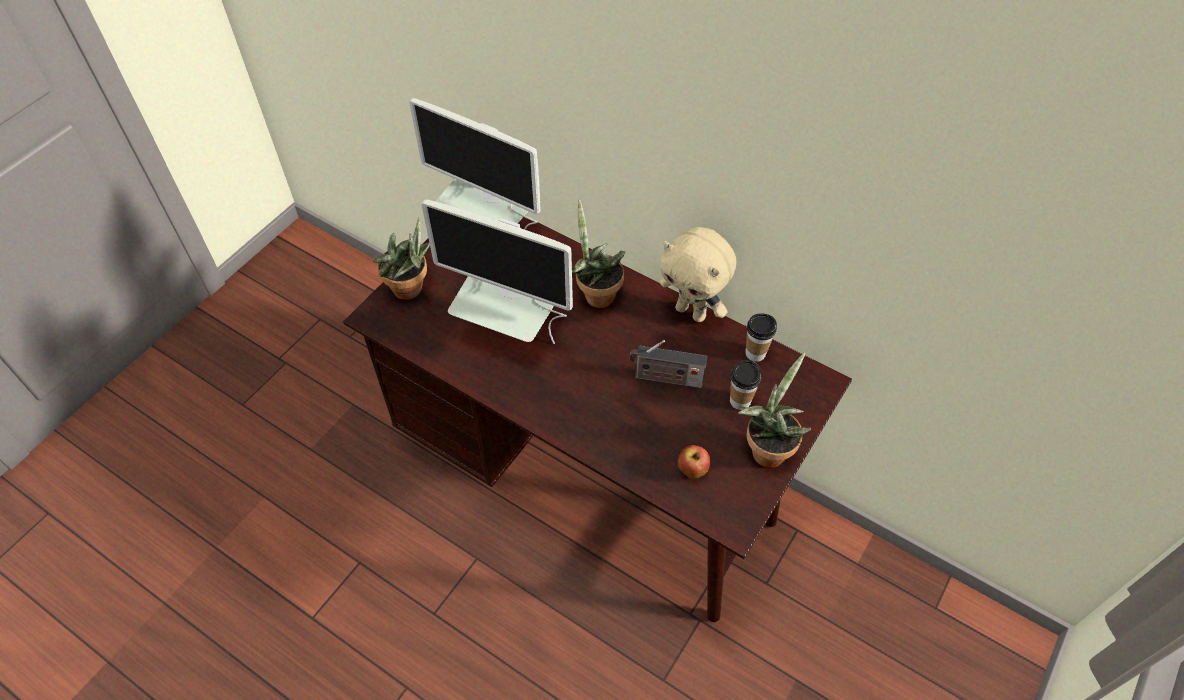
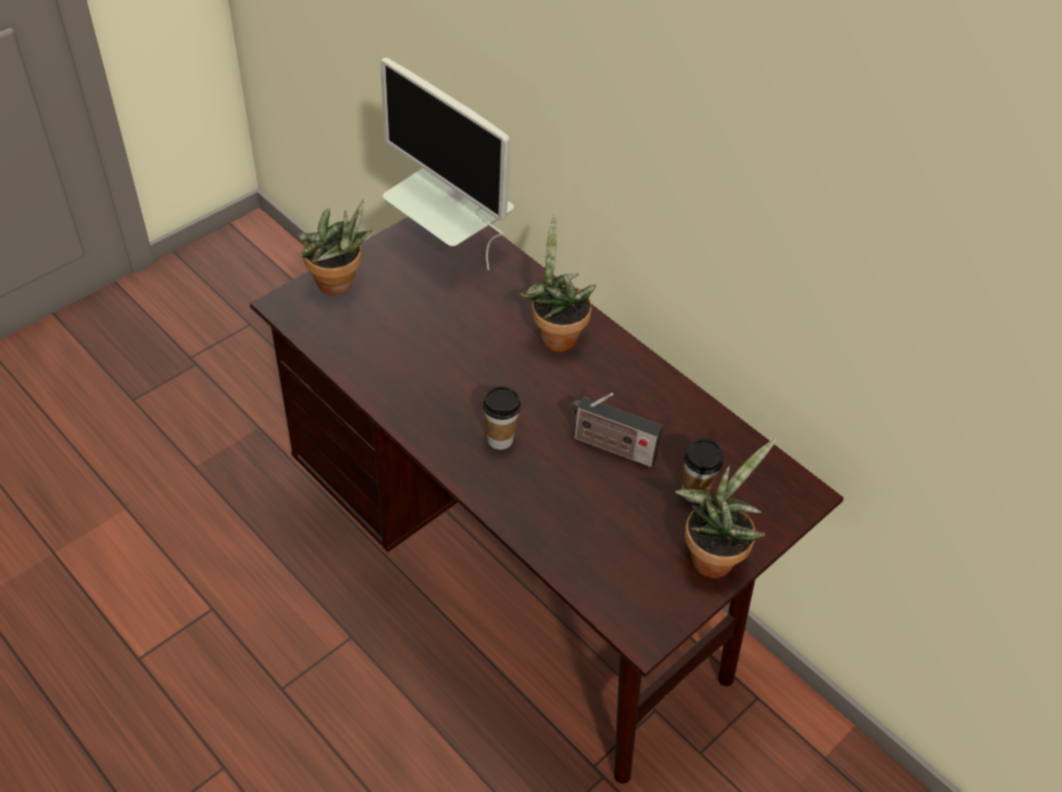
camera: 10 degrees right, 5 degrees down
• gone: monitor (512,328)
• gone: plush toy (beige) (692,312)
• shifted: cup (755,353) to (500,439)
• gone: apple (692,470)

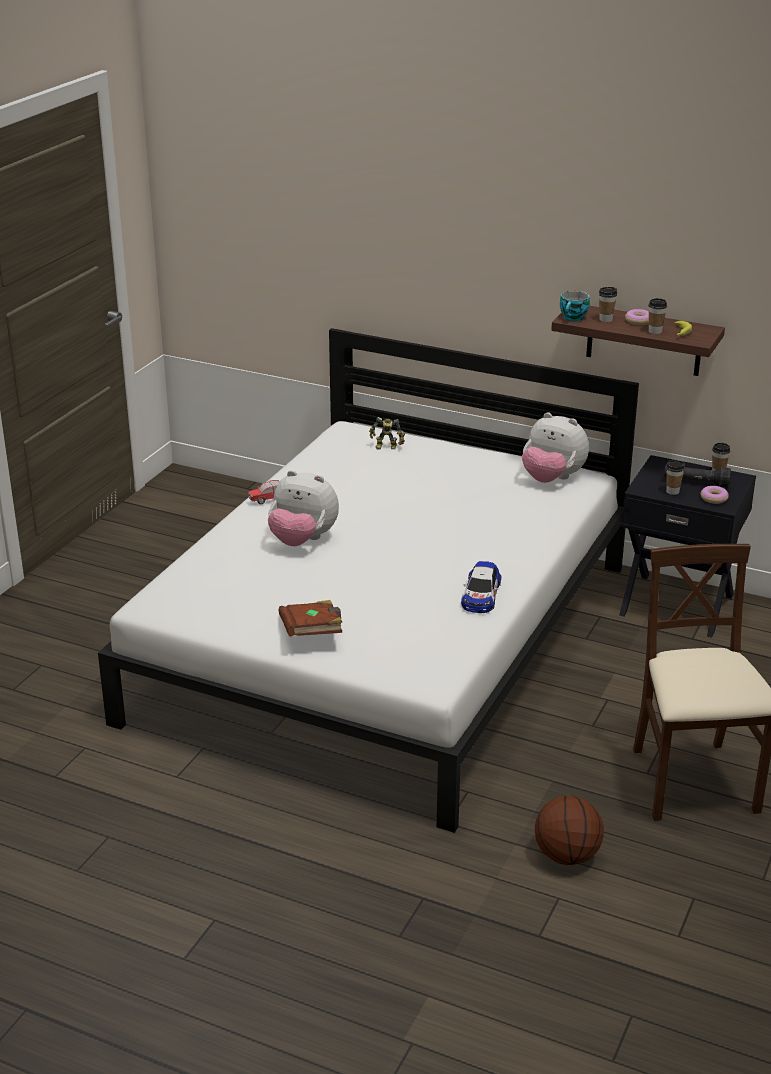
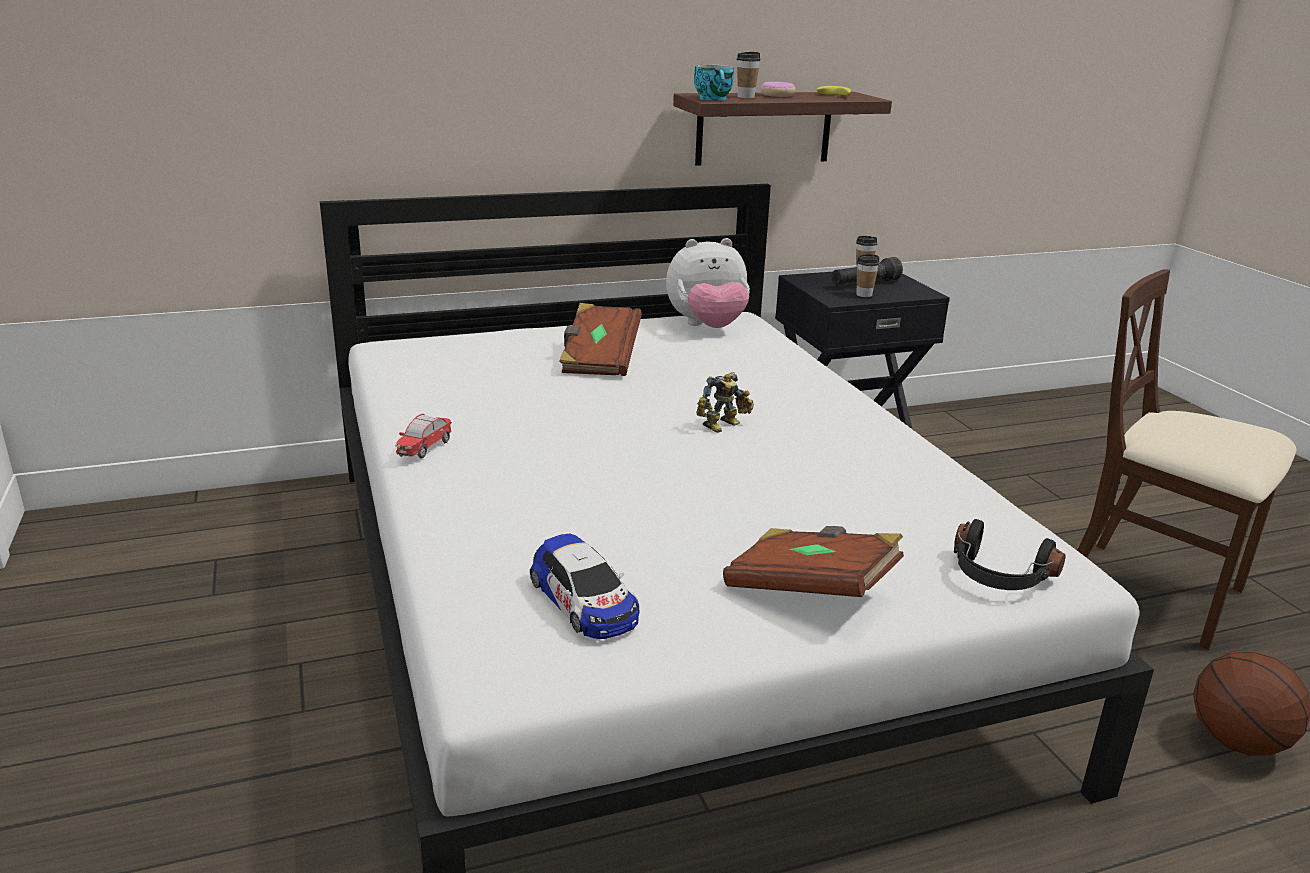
camera: 45 degrees left, 5 degrees down
• gone: cup (655,331)
• shifted: toy robot (387,447) to (724,426)
• gone: plush toy (302,540)
• gone: donut (713,498)
• shifted: toy car (481,595) to (584,601)
• new: book (brown) (599,359)
• new: headphones (black) (998,577)

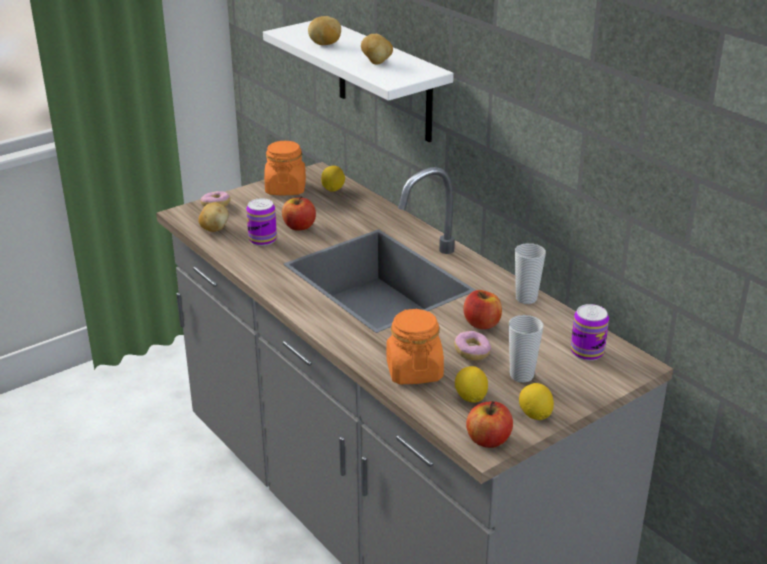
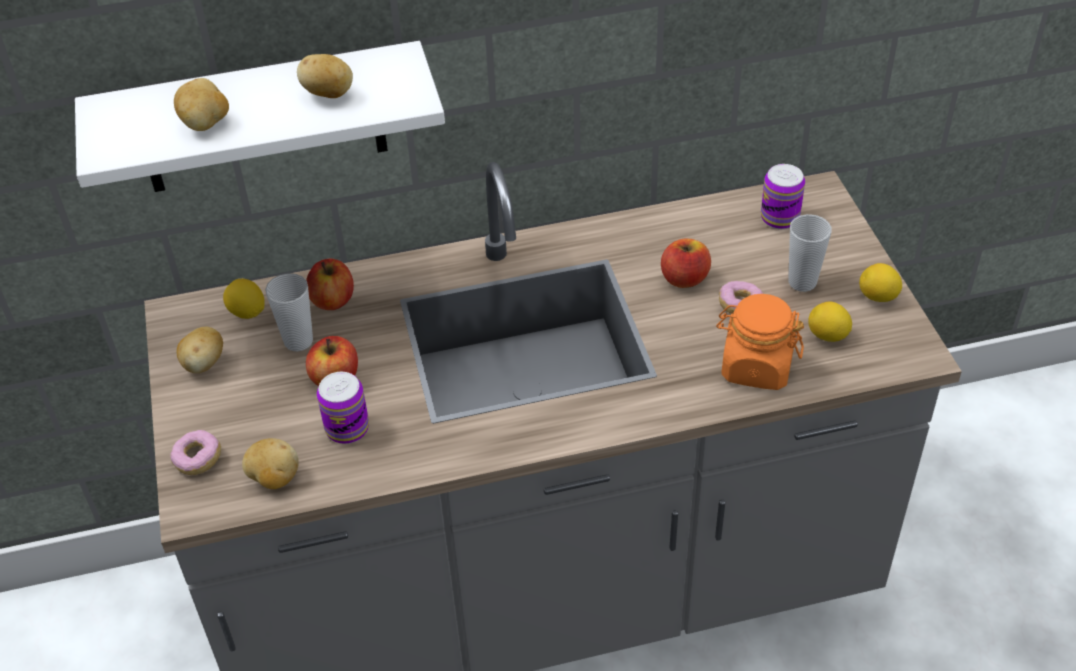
camera: 65 degrees left, 15 degrees up
• swapped: jar (orange) (285,189) to potato (204,364)
• shifted: cup (526,298) to (298,341)
• shifted: apple (488,440) to (333,300)

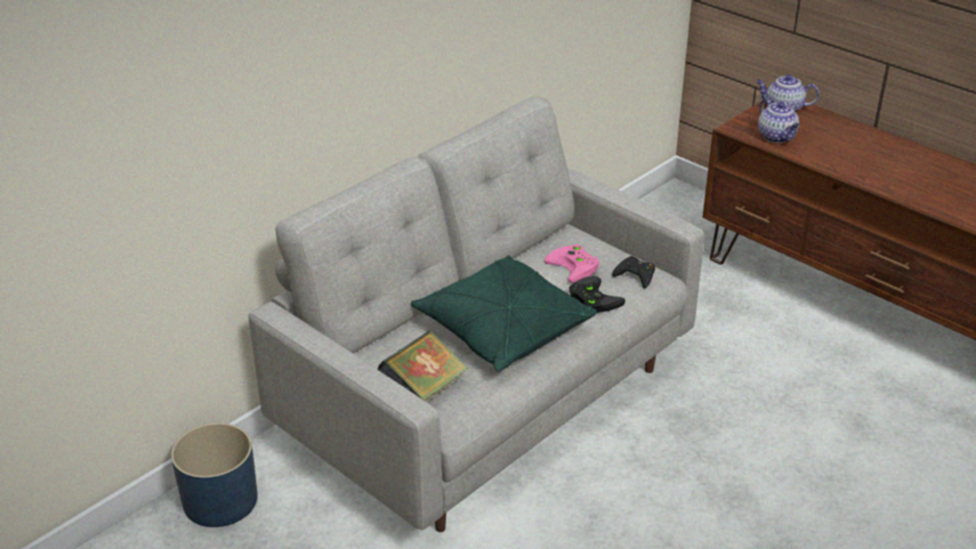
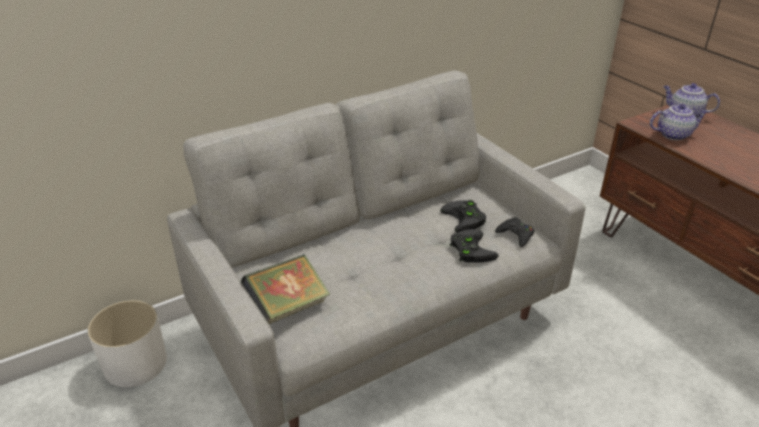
camera: 15 degrees right, 0 degrees up
• rotated: teapot (777,137) = (674,134) 90 degrees counterclockwise
• repainted: game controller (pink) (575,266) to game controller (black) (466,219)
• gone: pillow (green) (502,330)
• repainted: planter (blue) (220,500) to planter (white) (136,363)

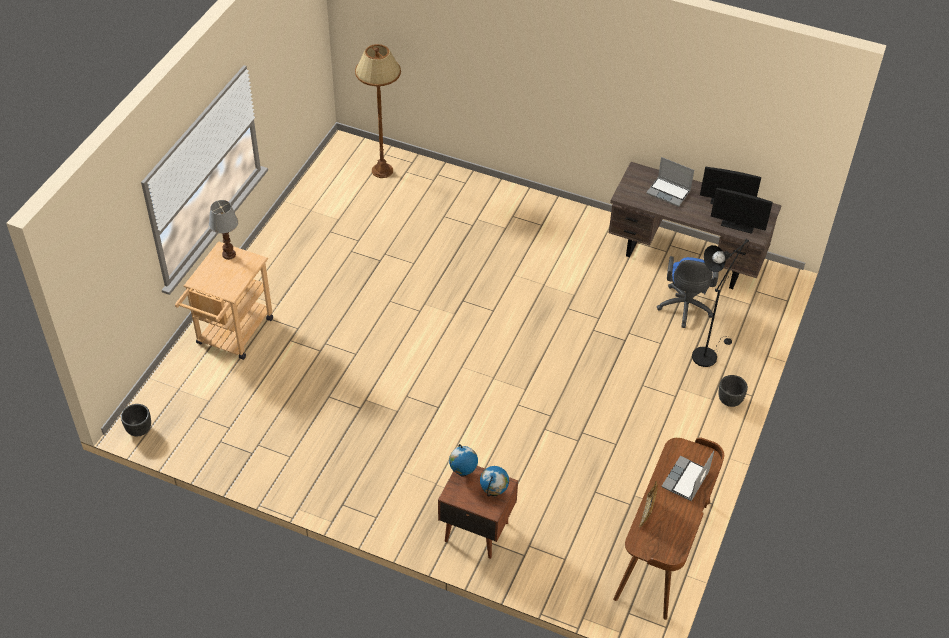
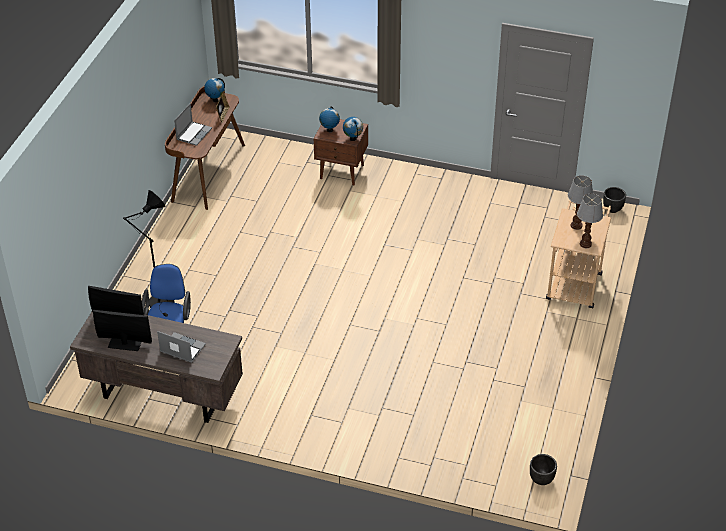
camera: 175 degrees right, 5 degrees down
• gone: floor lamp (brown) (382,170)
• shifted: planter (black) (730,401) to (541,479)
• new: globe (215,100)
• new: table lamp (576,225)

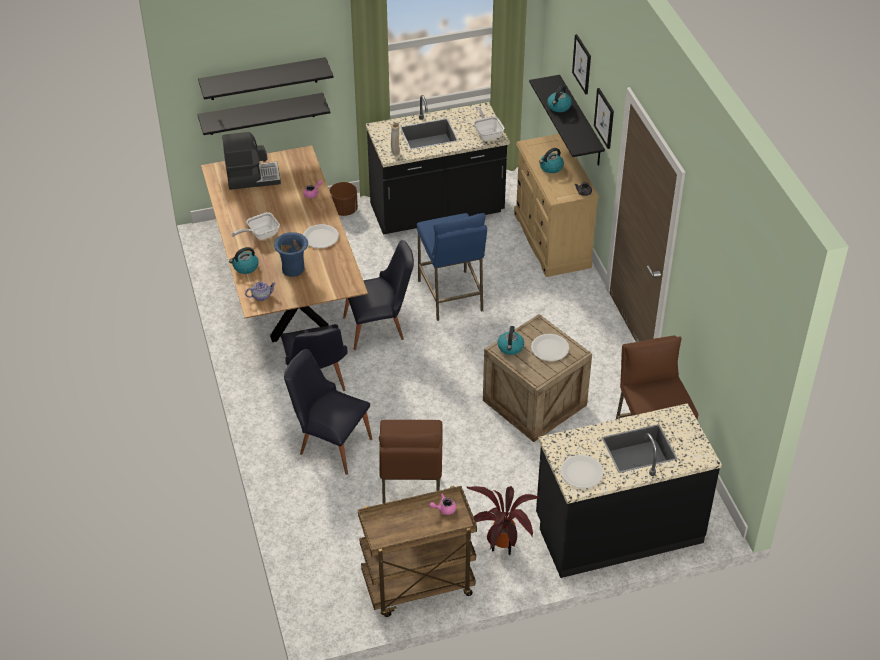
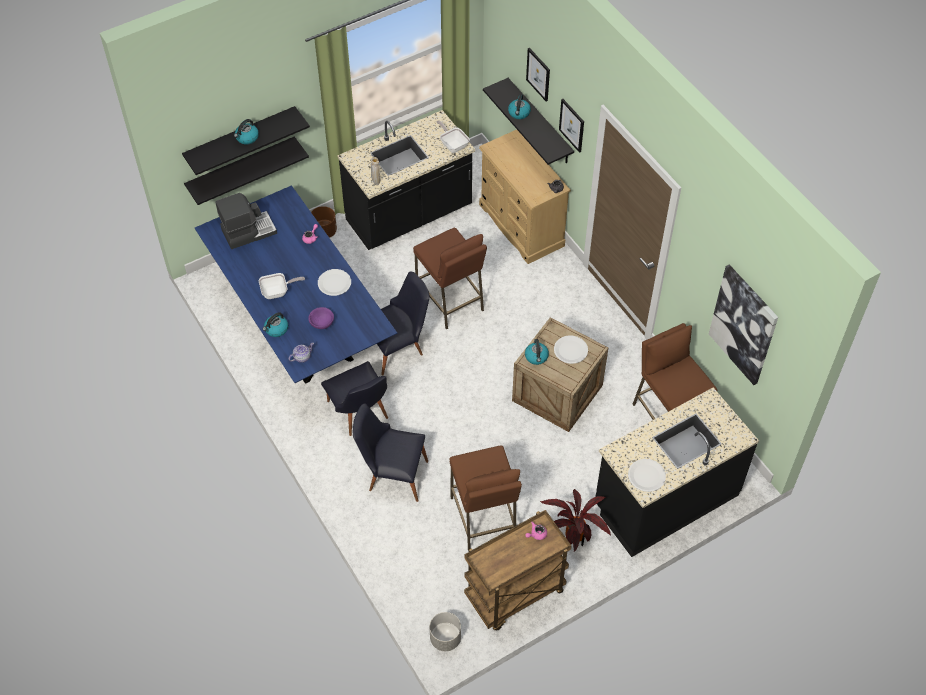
camera: 15 degrees left, 10 degrees up
• repainted: dining table (brown) (287,292) to dining table (blue) (301,329)
• shifted: kettle (551,167) to (247,138)
• rotated: frying pan (260,235) = (278,292) 150 degrees counterclockwise
• repainted: stool (blue) (451,296) to stool (brown) (450,301)
• swapped: vase (blue) (294,270) to bowl (purple) (322,323)
• new: picture (743,324)
• new: planter (grey) (445,638)

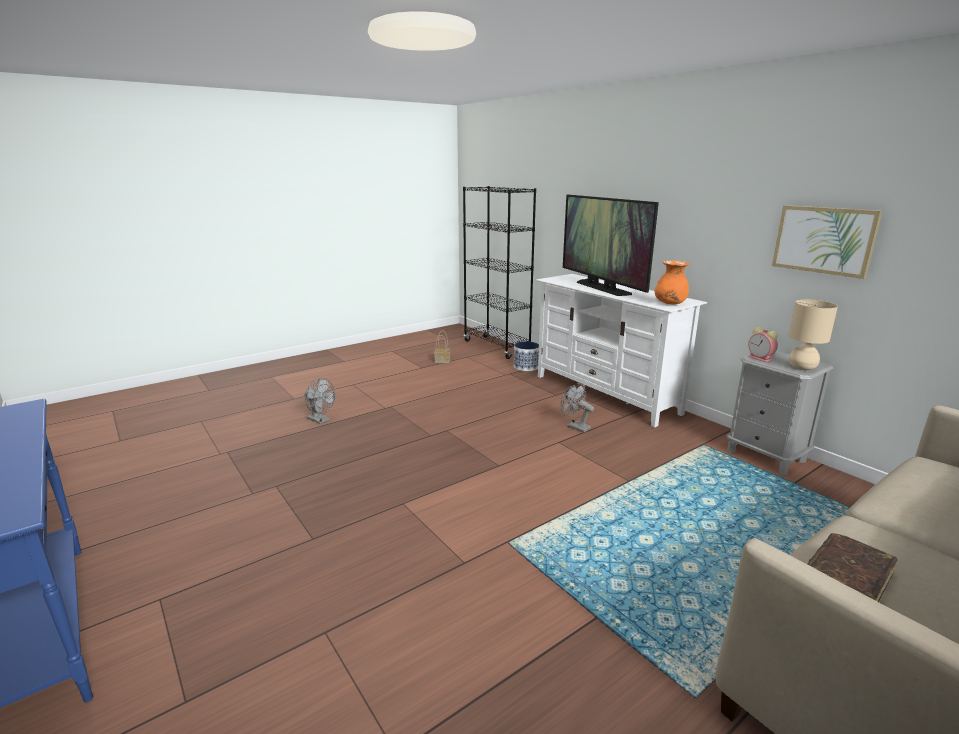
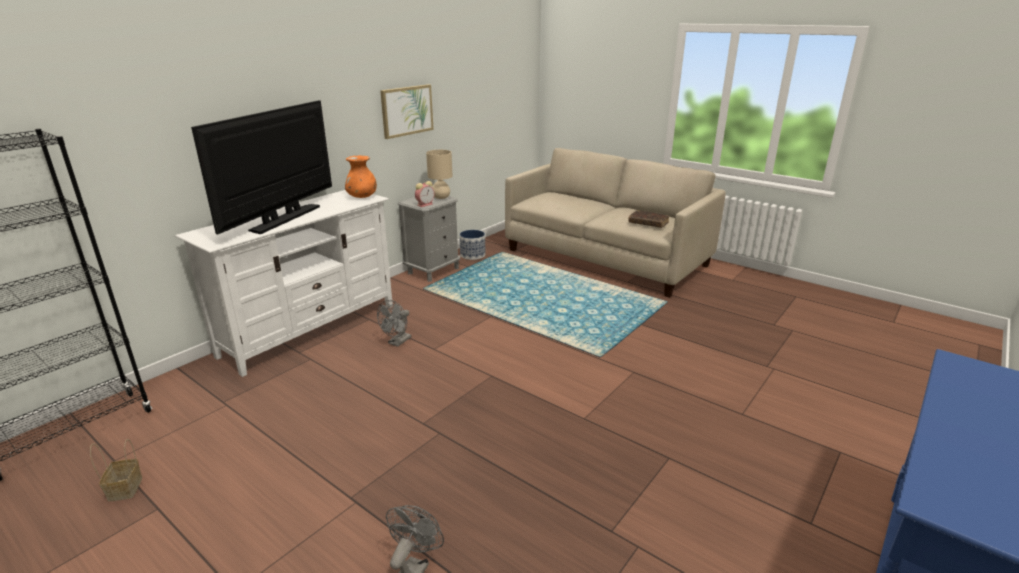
camera: 105 degrees left, 5 degrees up
• rotated: television (601,288) = (284,219) 150 degrees clockwise
• shifted: planter (526,367) to (473,255)

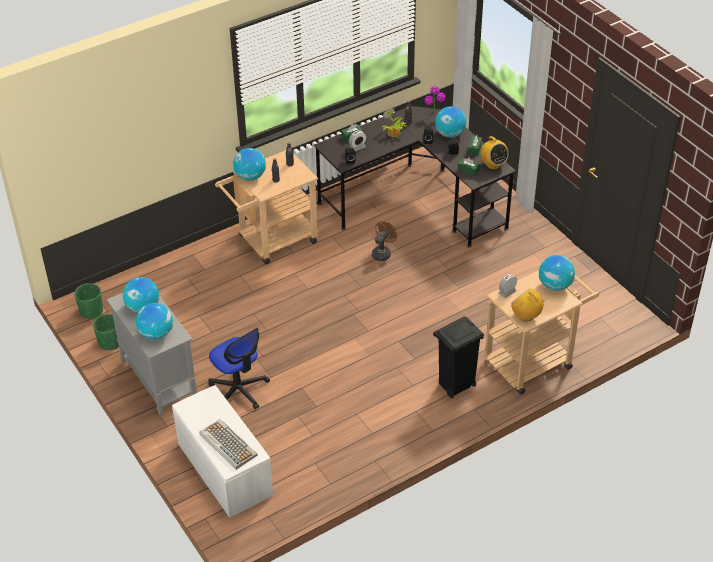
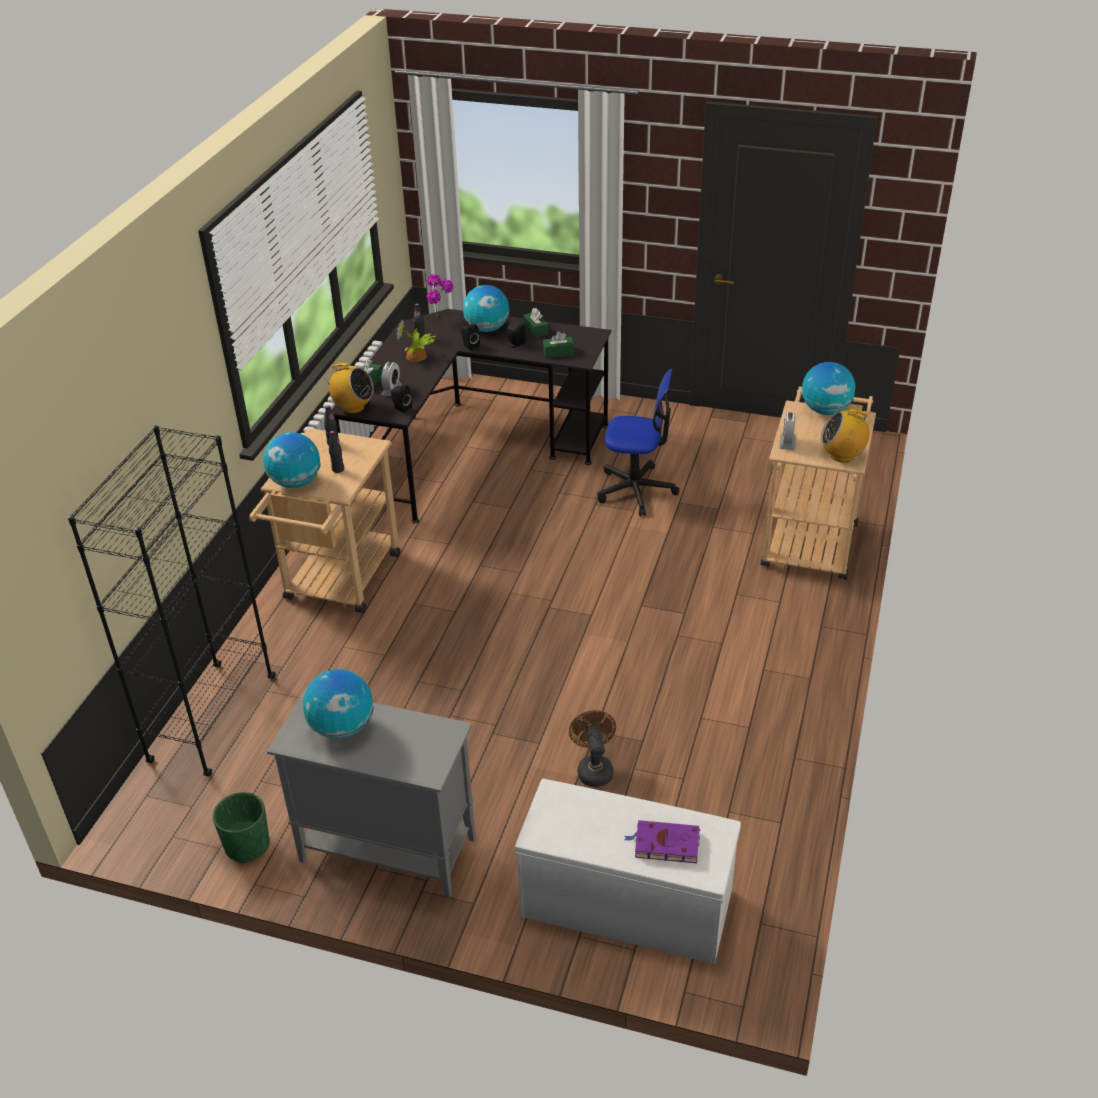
camera: 40 degrees left, 5 degrees down
• shifted: radio (493,165) to (353,408)
• shifted: fan (brown) (383,253) to (594,768)
• gone: planter (green) (91,311)
• gone: globe (156,333)
• gone: trash can (black) (455,386)
• shifted: office chair (239,390) to (636,490)
• swapped: keyboard (227,444) to book (purple) (664,844)
• new: bookcase (black) (212,719)

